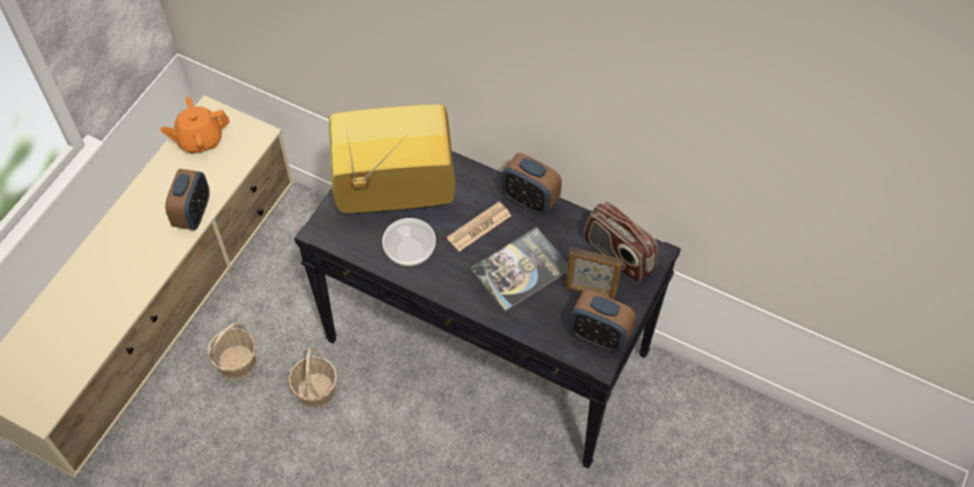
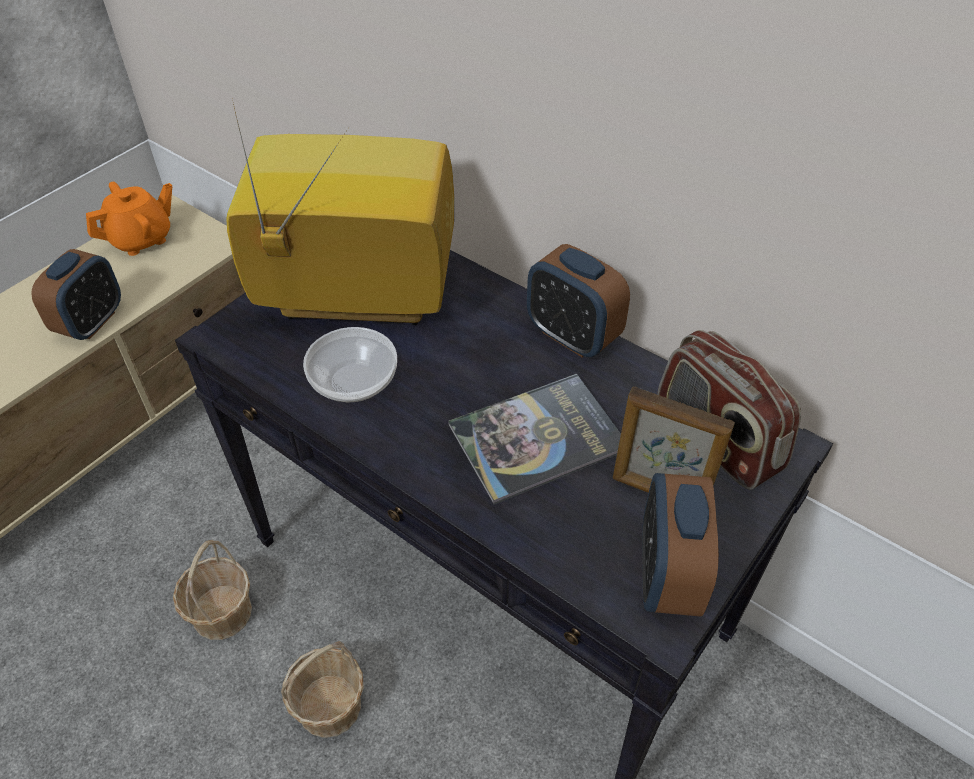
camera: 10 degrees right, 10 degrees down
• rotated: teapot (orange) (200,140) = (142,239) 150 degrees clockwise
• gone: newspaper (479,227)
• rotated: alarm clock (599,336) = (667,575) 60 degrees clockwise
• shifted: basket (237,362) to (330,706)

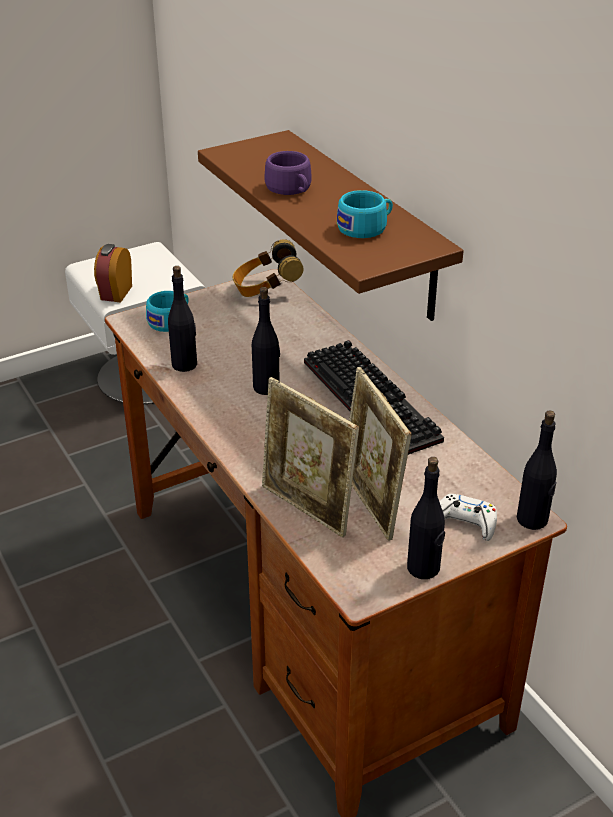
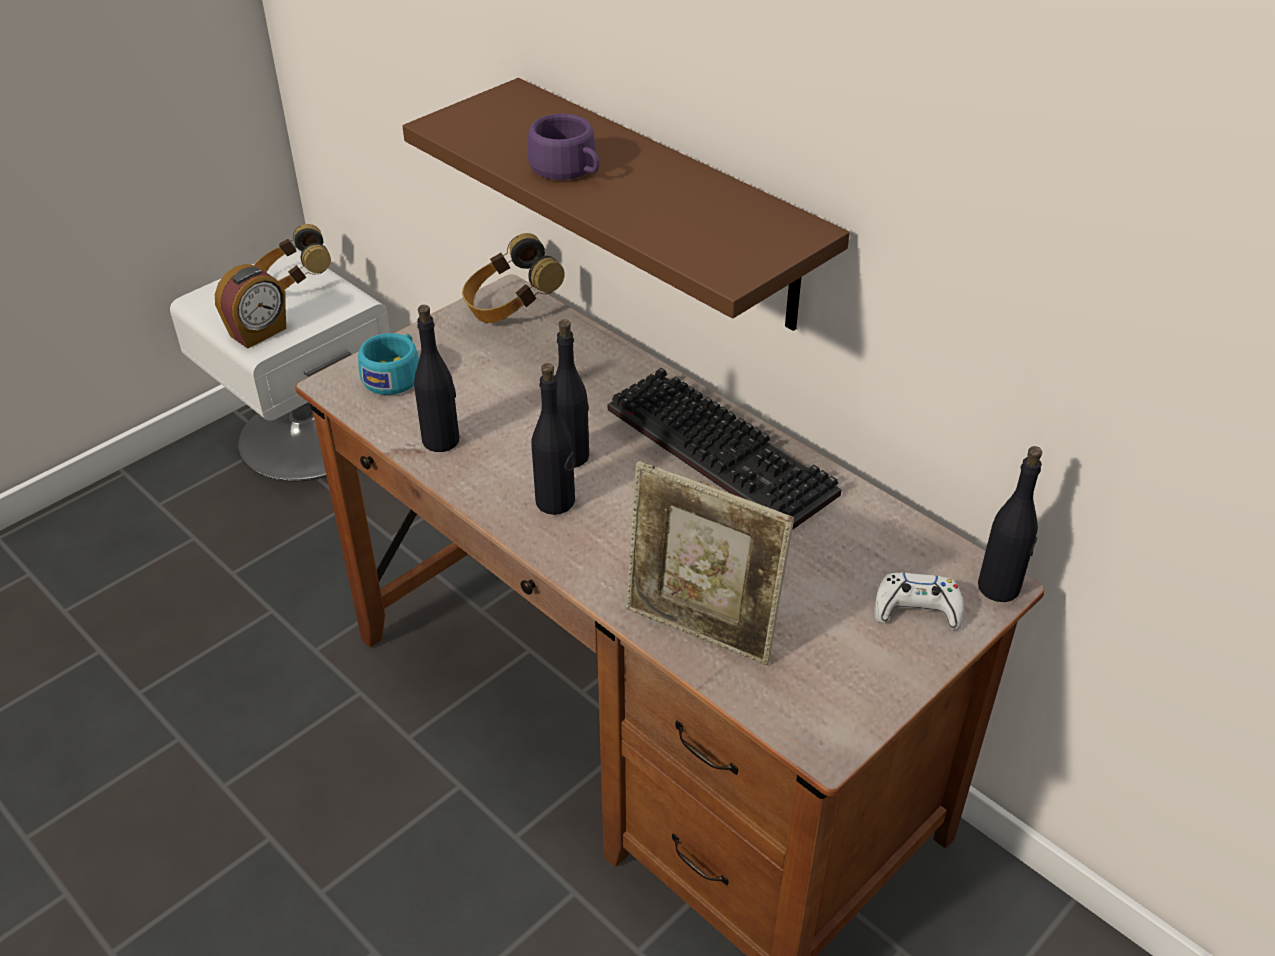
camera: 15 degrees left, 5 degrees up
• gone: cup (turquoise) (366,228)
• rotated: alarm clock (115,293) = (259,333) 135 degrees counterclockwise
• gone: picture frame (371,504)
• shifted: bottle (black) (423,568) to (555,502)
• new: headphones (293,283)

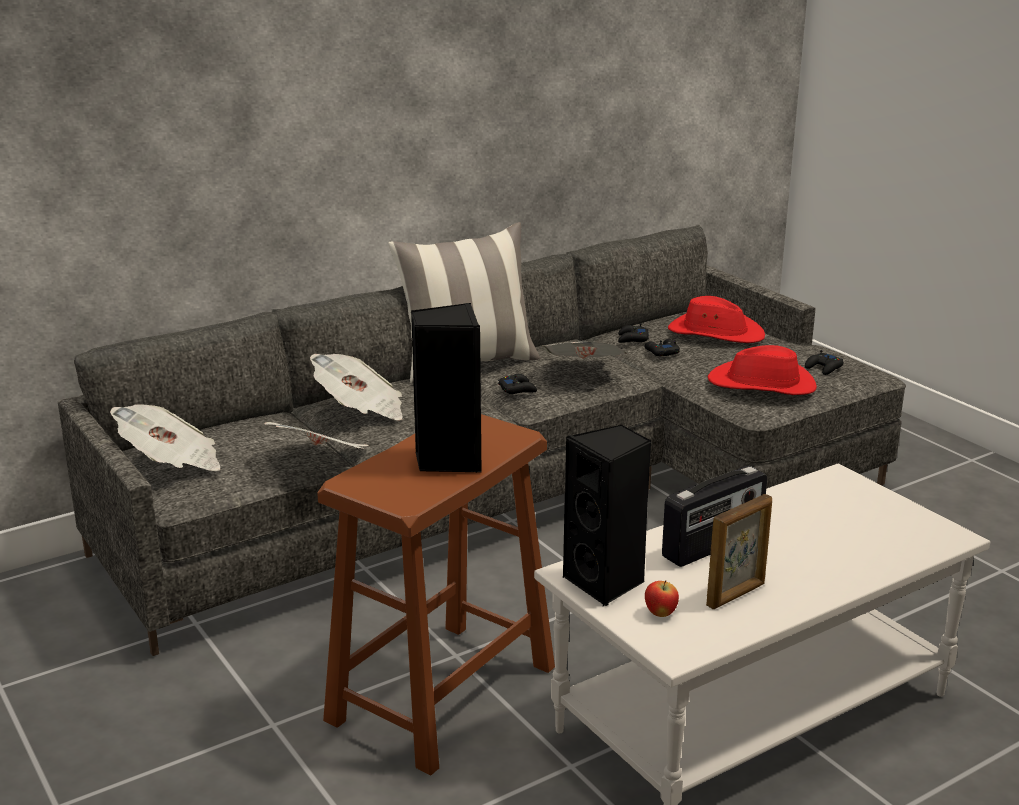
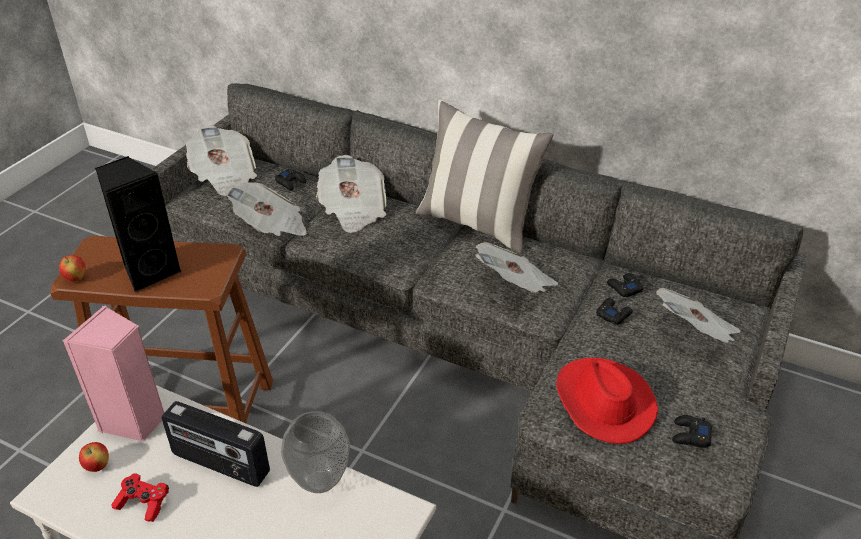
camera: 60 degrees right, 15 degrees up
• swapped: hat (red) (715,333) to newspaper (695,333)
• shifted: game controller (black) (517,389) to (291,182)
• repainted: speaker (black) (606,583) to speaker (pink) (134,421)
• swapped: picture frame (736,595) to game controller (red) (143,503)
• new: apple (76,278)
• new: vase (319,481)

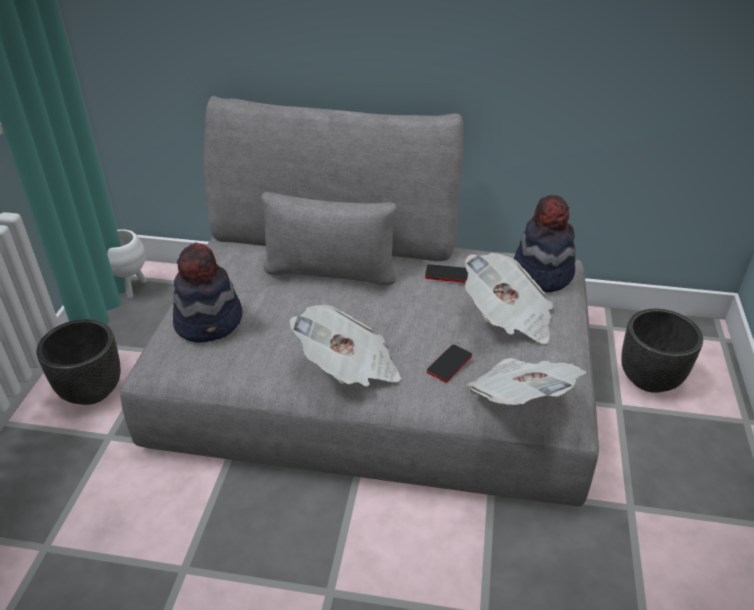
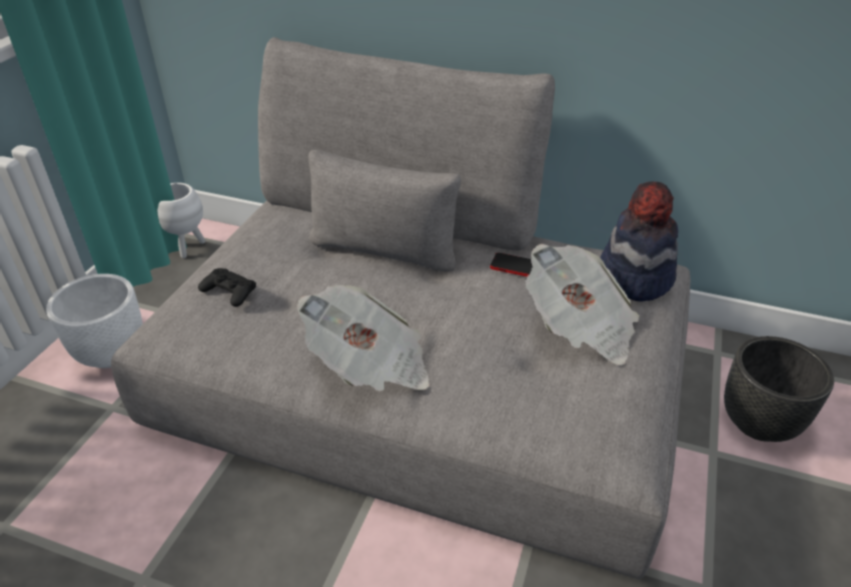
camera: 10 degrees right, 0 degrees up
• swapped: hat (210,322) to game controller (black) (229,291)
• repainted: planter (black) (90,391) to planter (white) (110,353)
• gone: phone (449,364)
• gone: newspaper (520,399)

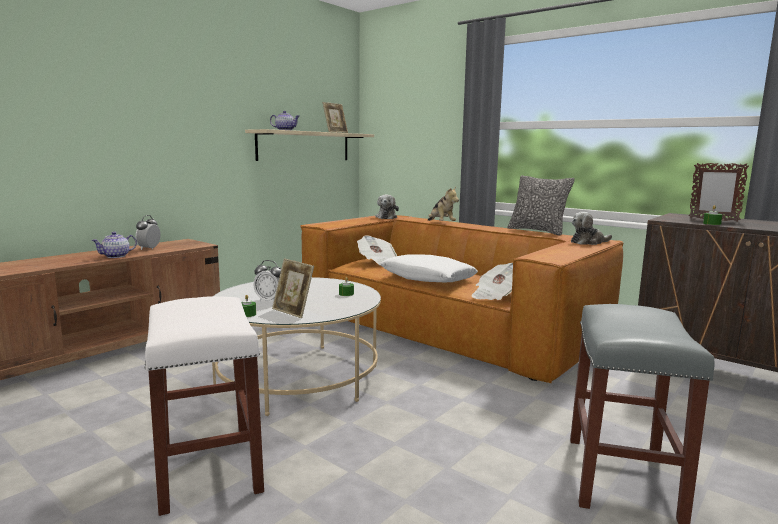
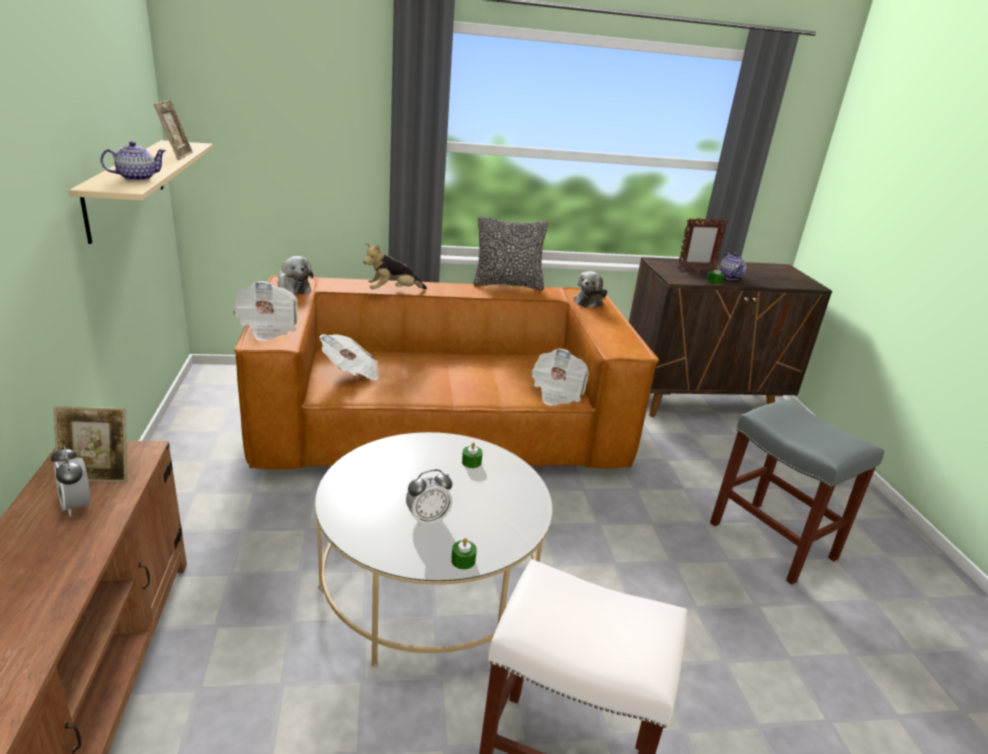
camera: 50 degrees left, 15 degrees up
• rotated: plush toy (441,224) = (393,291) 135 degrees clockwise
• shifted: teapot (116,256) to (730,277)
• gone: pillow (white) (427,278)
• shifted: picture frame (293,312) to (97,475)
• new: newspaper (267,327)

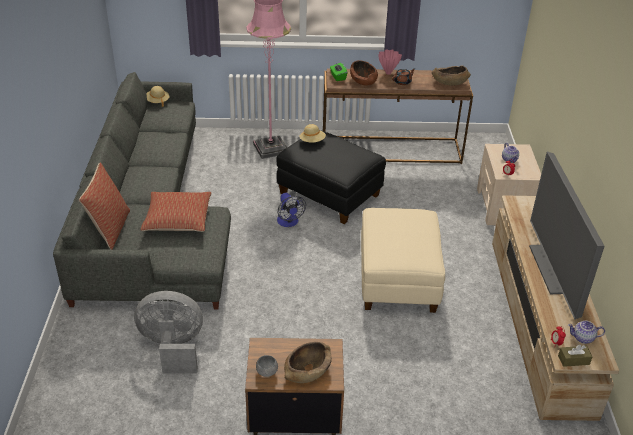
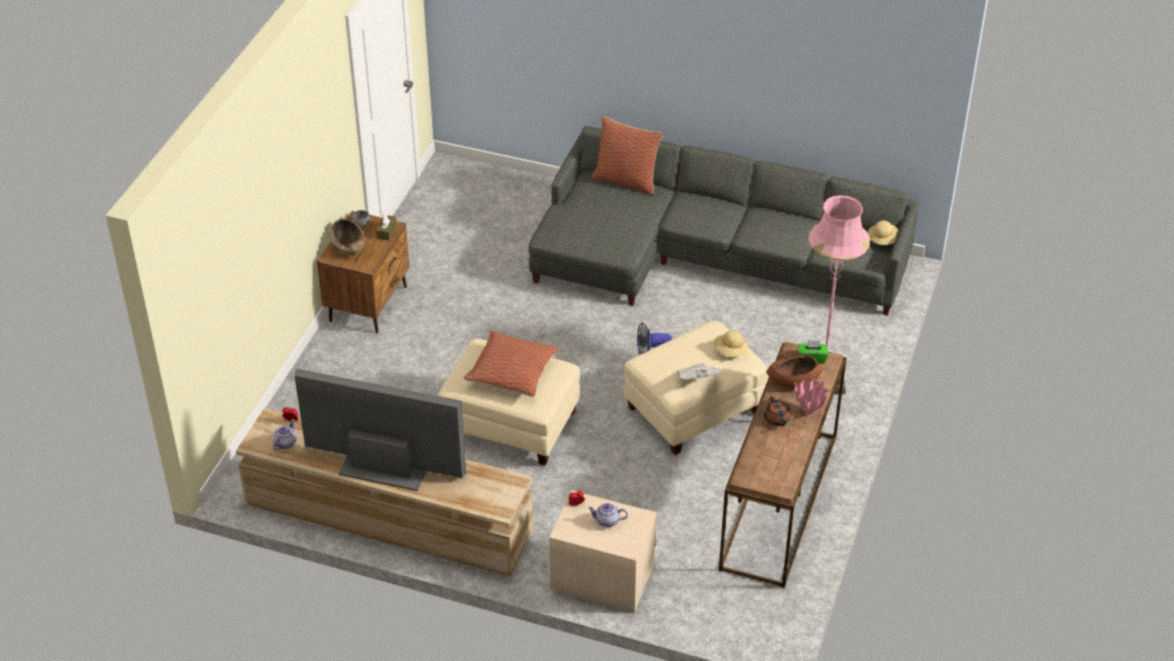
camera: 110 degrees right, 5 degrees up
• gone: bowl (brown) (449,82)
• repainted: ottoman (black) (330,195) to ottoman (beige) (693,411)
• shifted: pillow (177,219) to (512,373)
• gone: fan (grey) (173,348)
• shifted: tissue box (brown) (573,360) to (386,231)
• new: newspaper (697,380)

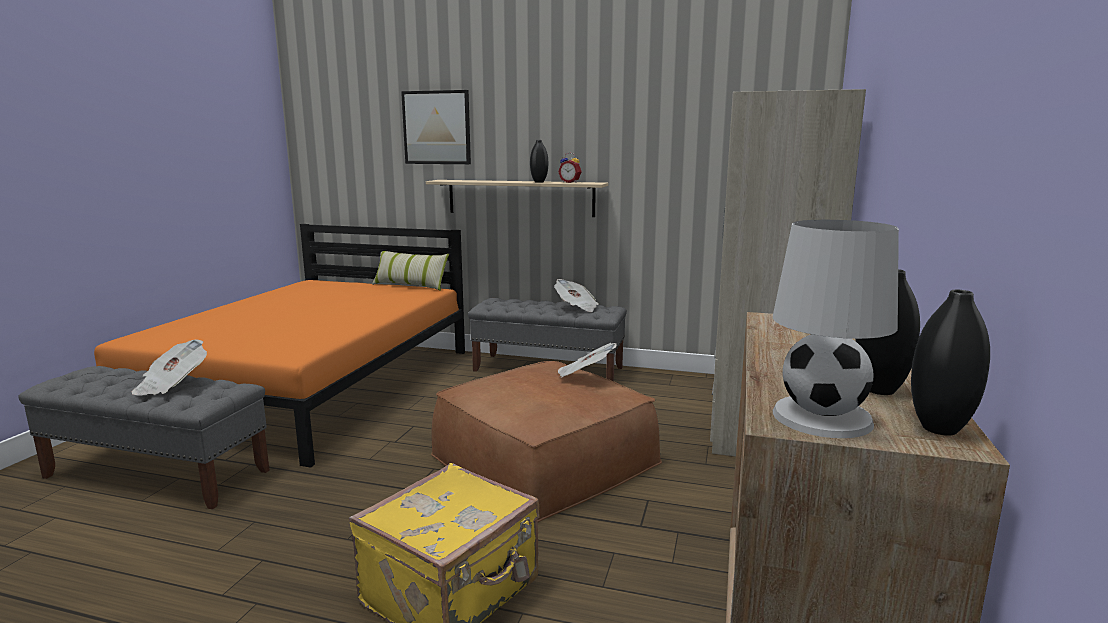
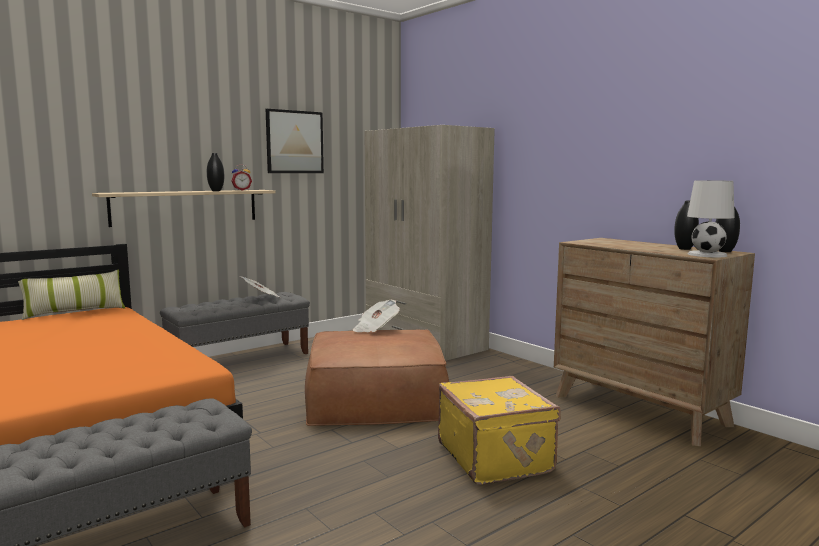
camera: 55 degrees left, 5 degrees down
• shifted: picture (436,127) to (294,142)
• gone: newspaper (172,385)

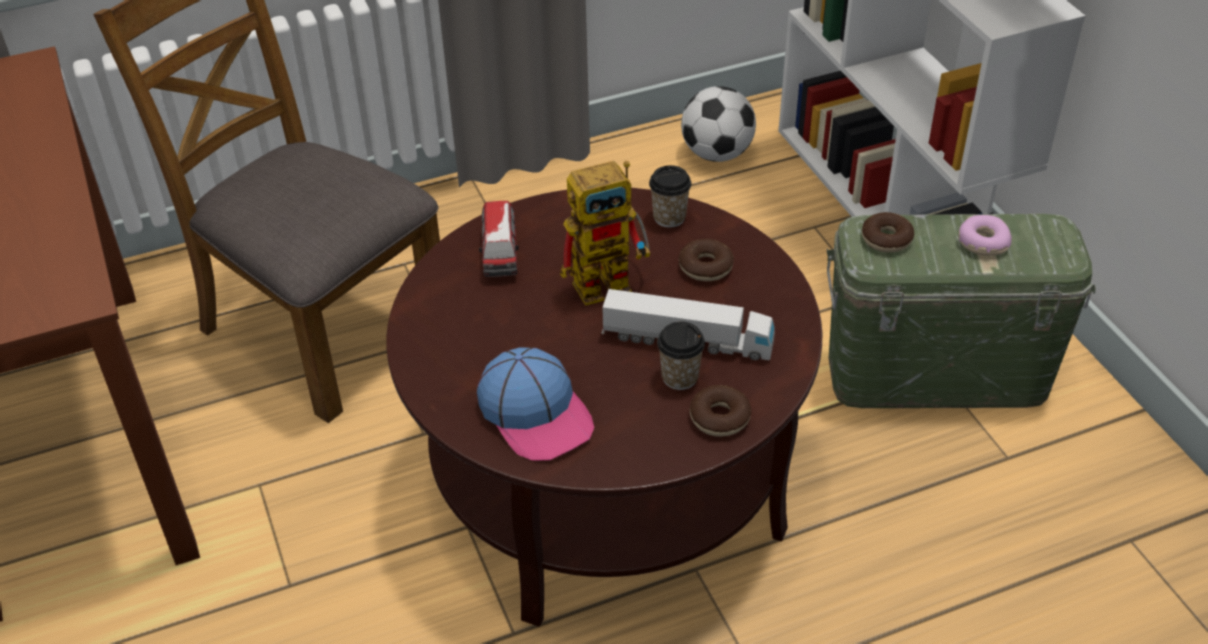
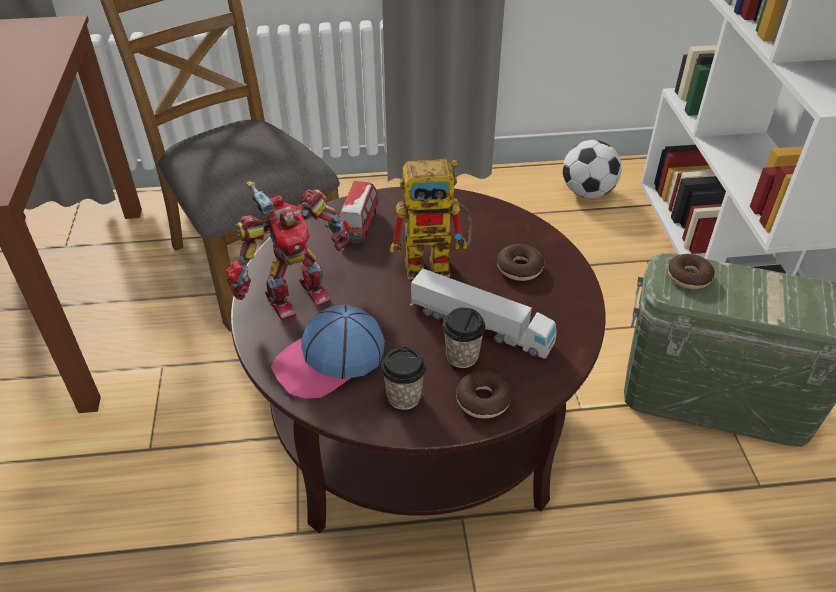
camera: 15 degrees right, 0 degrees up
• shifted: cup (669,217) to (404,397)
• gone: donut (982,242)
• rotated: cap (536,413) = (329,360) 75 degrees clockwise
• new: toy robot (294,295)

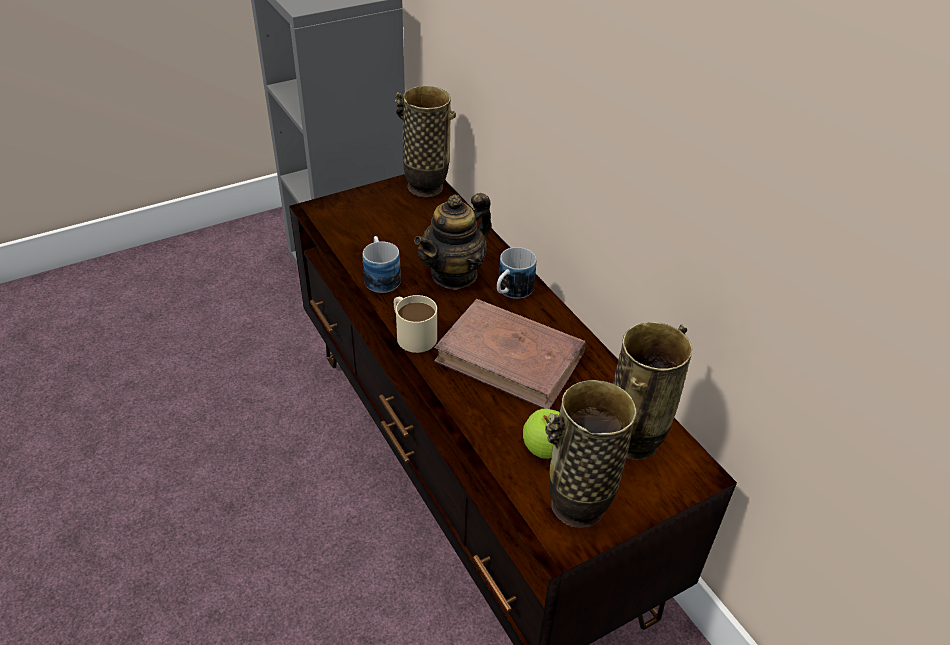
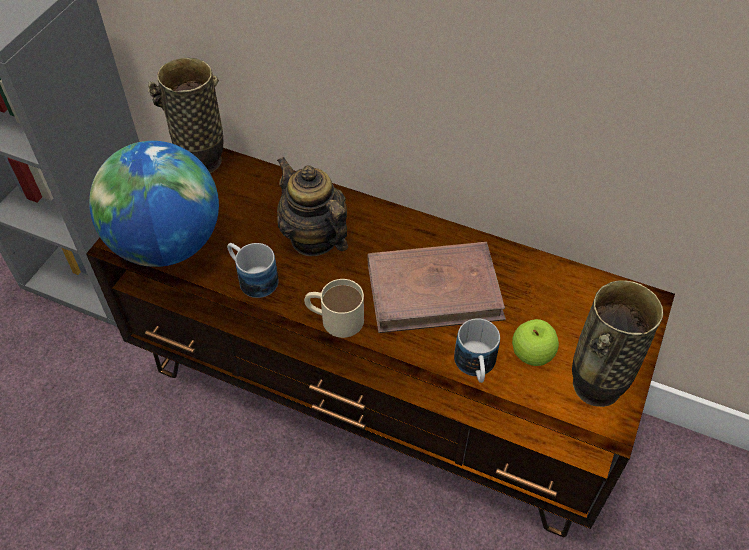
camera: 35 degrees left, 10 degrees up
• rotated: teapot (454,274) = (314,238) 135 degrees clockwise
• shifted: mug (511,292) to (475,368)
• gone: vase (634,442)
• new: globe (167,244)

